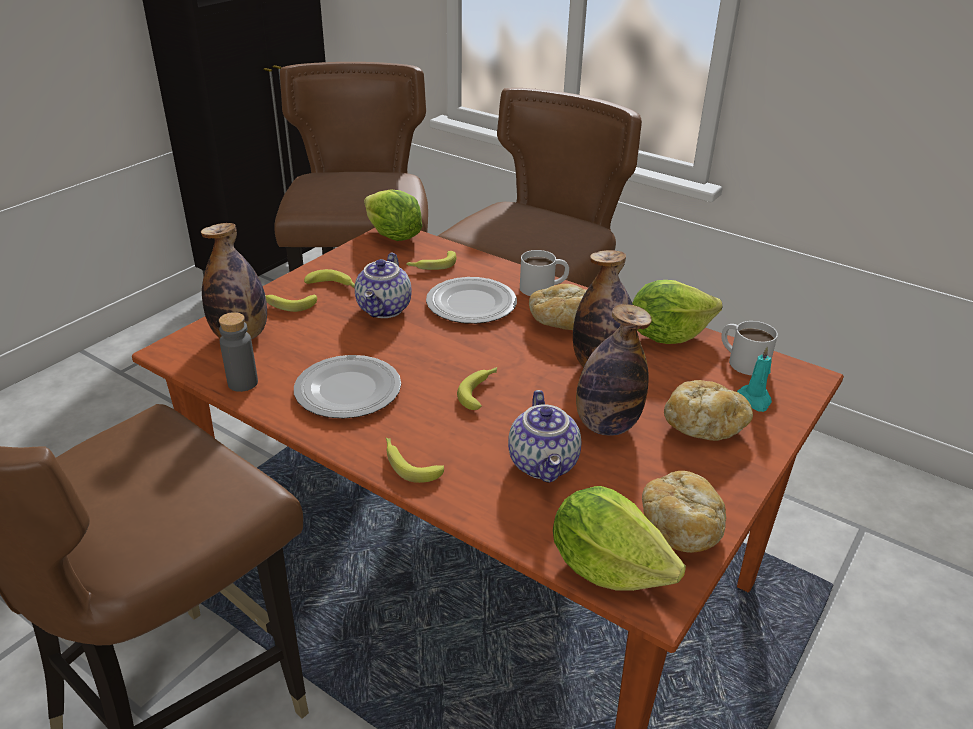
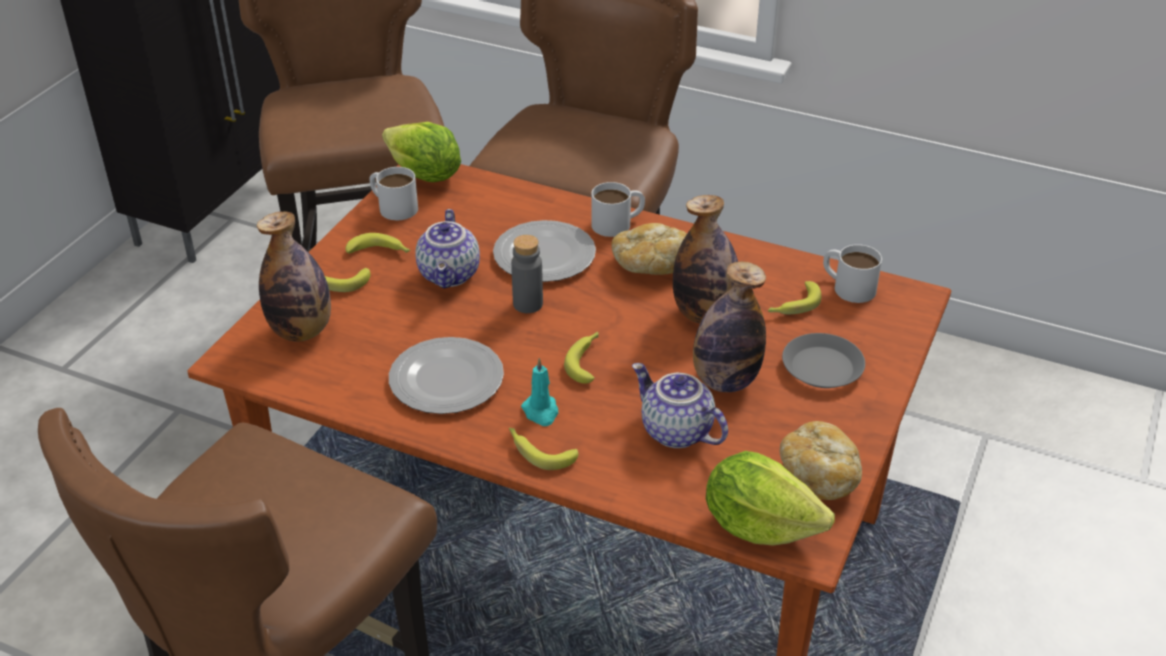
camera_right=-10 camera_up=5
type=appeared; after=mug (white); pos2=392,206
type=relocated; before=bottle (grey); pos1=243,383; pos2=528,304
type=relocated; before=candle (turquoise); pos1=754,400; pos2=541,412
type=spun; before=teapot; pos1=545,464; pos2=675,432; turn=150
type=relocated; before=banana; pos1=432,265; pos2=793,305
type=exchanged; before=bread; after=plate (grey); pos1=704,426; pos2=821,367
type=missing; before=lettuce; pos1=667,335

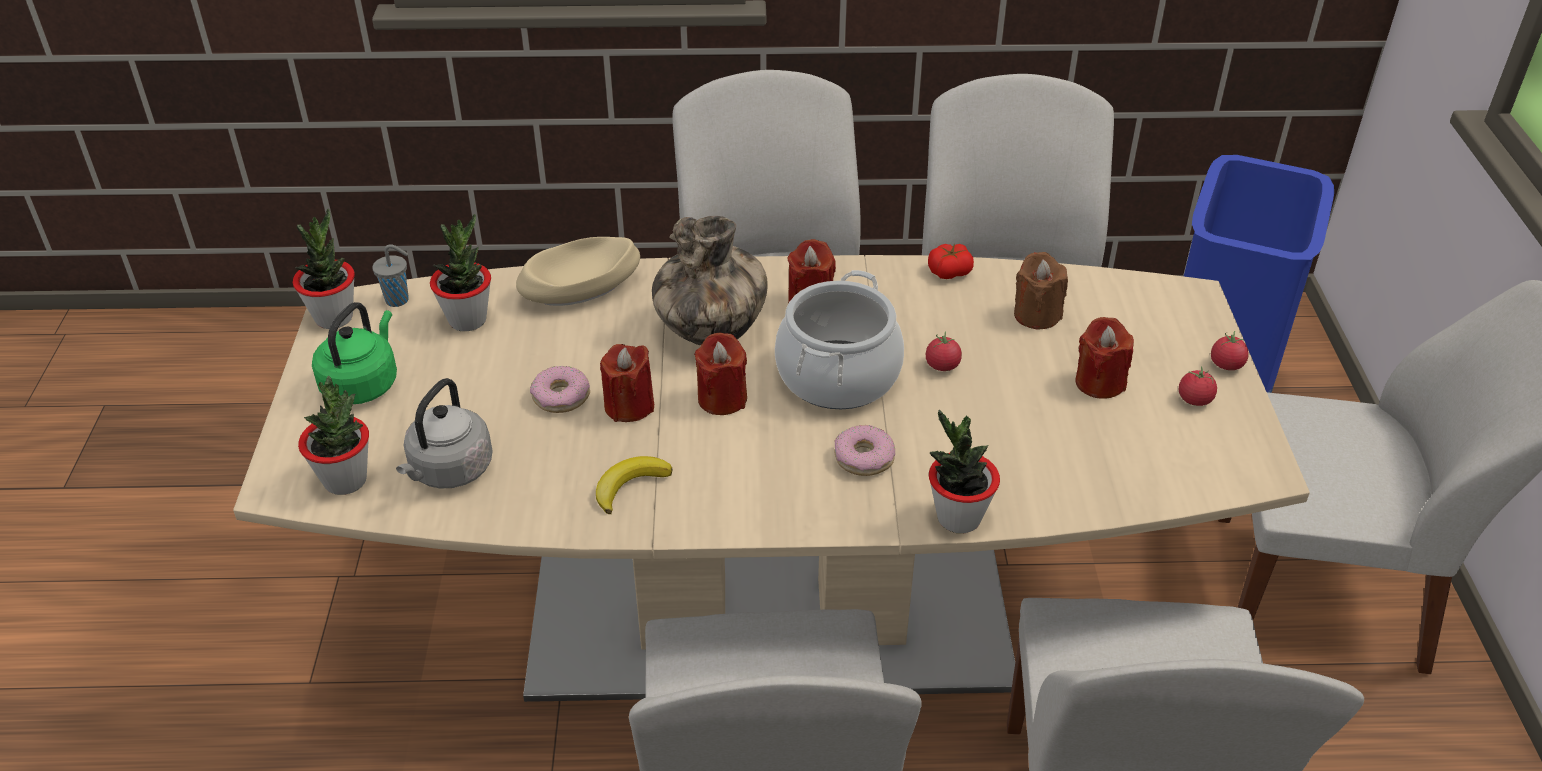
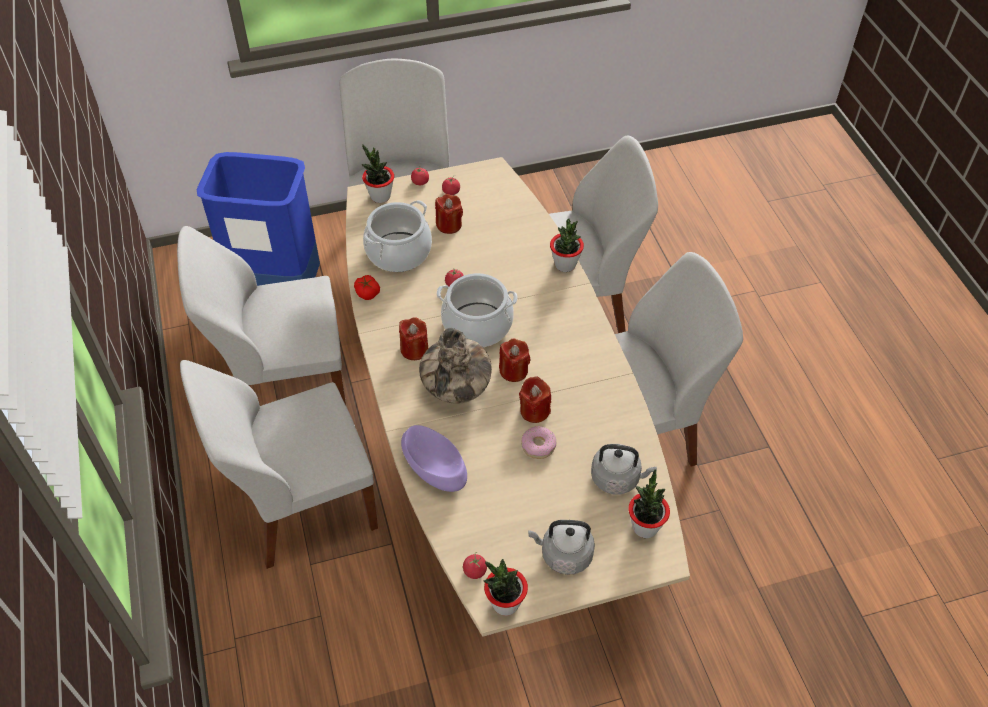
camera_right=-105 camera_up=10
type=relocated; before=potted plant; pos1=468,320; pos2=380,196
type=exchanged; before=candle (brown); after=cooking pot; pos1=1036,315; pos2=399,252
type=colour; before=bowl (beige); after=bowl (purple); pos1=581,290; pos2=434,468
type=exchanged; before=cup (grey); after=tomato; pos1=398,300; pos2=475,571
type=colour; before=kettle (green); after=kettle (grey); pos1=362,384; pos2=563,555
type=missing; before=banana; pos1=630,486
type=missing; before=donut; pos1=864,458

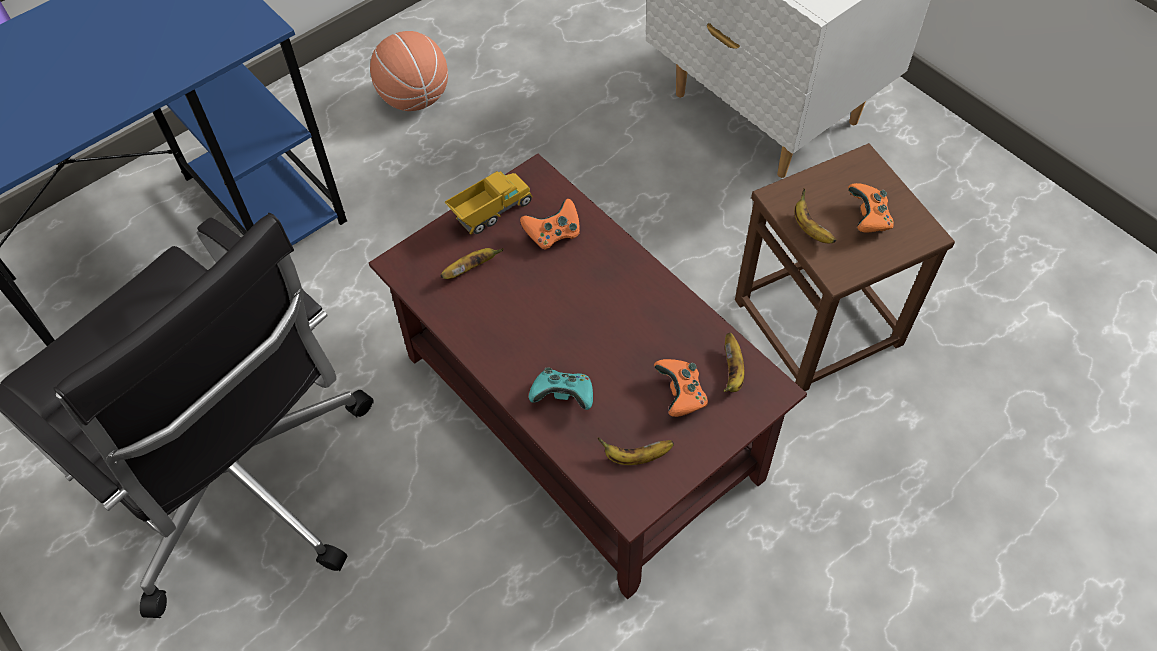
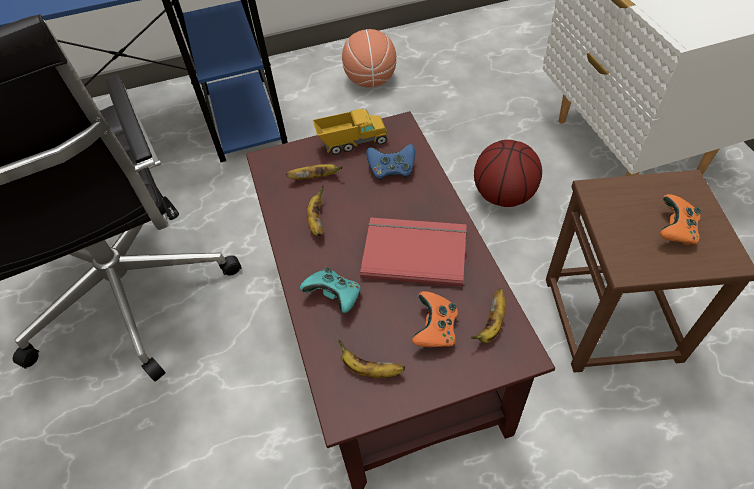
camera_right=25 camera_up=-5
type=relocated; before=banana; pos1=810,229; pos2=316,221
type=appeared; after=book (red); pos2=414,251
type=colour; before=game controller (orange); after=game controller (blue); pos1=553,234; pos2=391,170
type=appeared; after=basketball; pos2=503,195

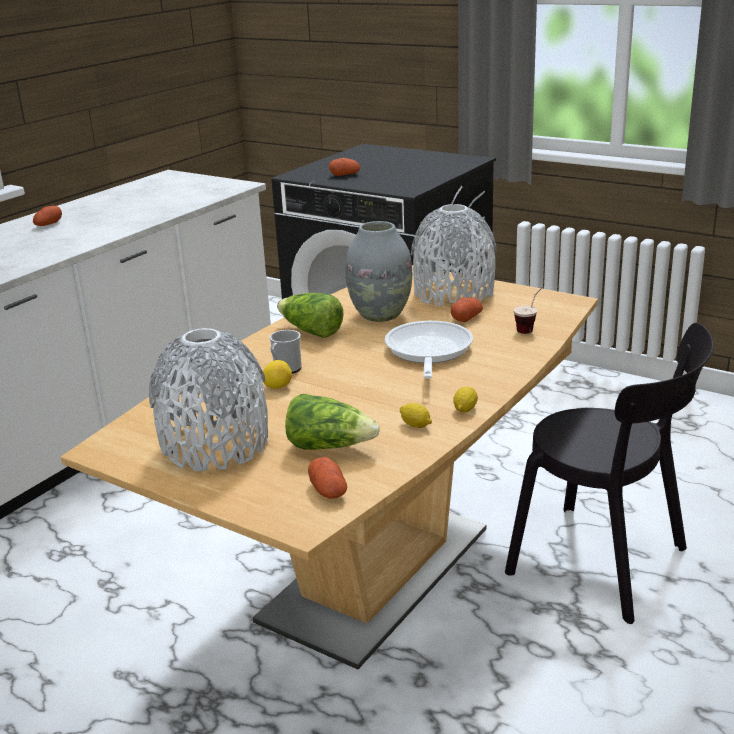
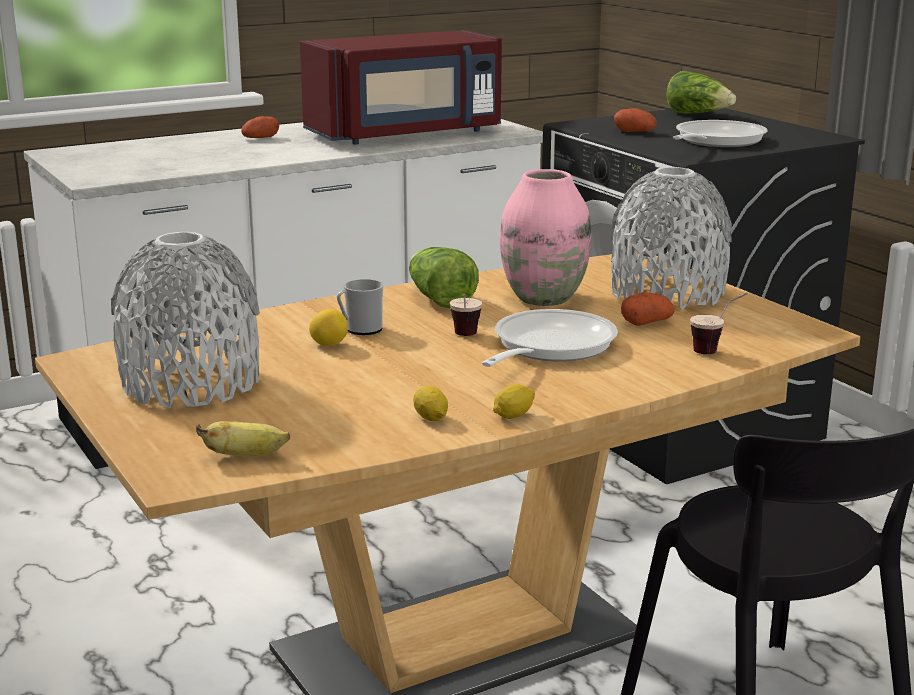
camera_right=25 camera_up=-5
type=exchanged; before=potato; after=banana; pos1=328,490; pos2=246,456
type=appeared; after=microwave (red); pos2=406,134
type=appeared; after=cup; pos2=465,337
type=colour; before=vase (grey); after=vase (pink); pos1=381,315; pos2=544,298
type=relocated; before=lettuce; pos1=329,446; pos2=698,114
type=appeared; after=frying pan; pos2=715,141

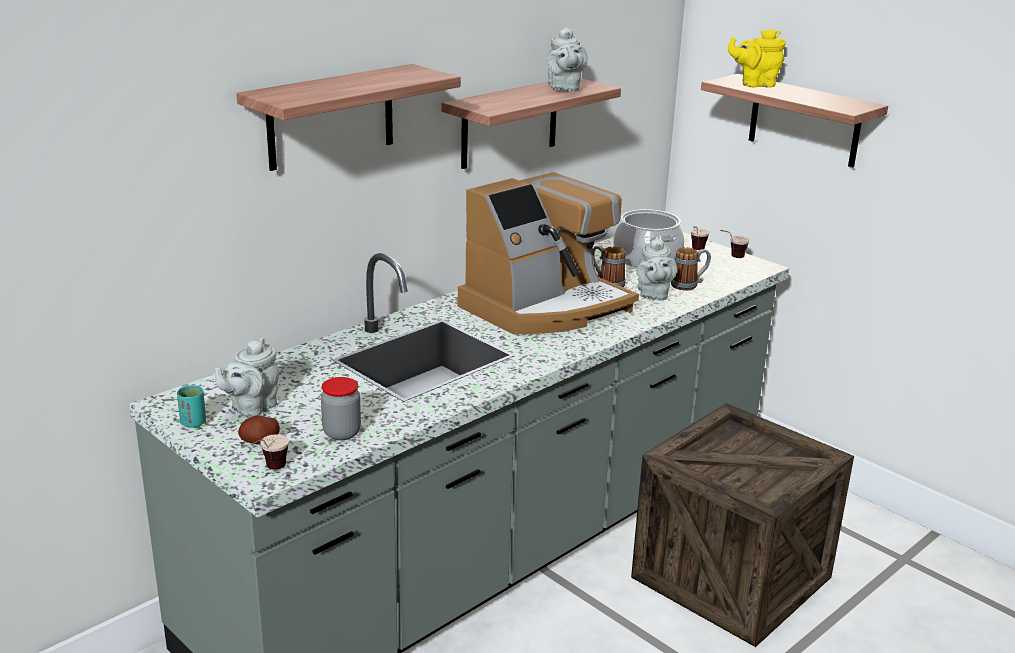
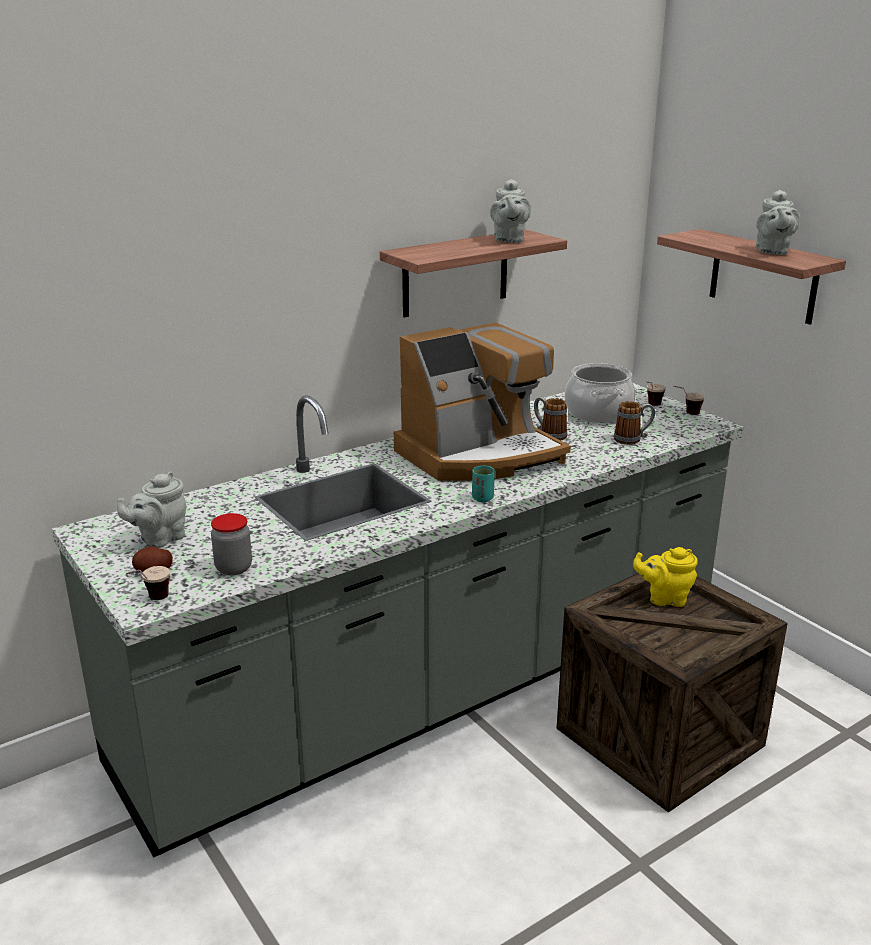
camera_right=10 camera_up=0
type=relocated; before=cup (turquoise); pos1=193,423; pos2=482,498
type=relocated; before=teapot (yellow); pos1=755,84; pos2=664,598
type=relocated; before=teapot (grey); pos1=653,295; pos2=772,251
type=missing; before=shelf; pos1=331,117

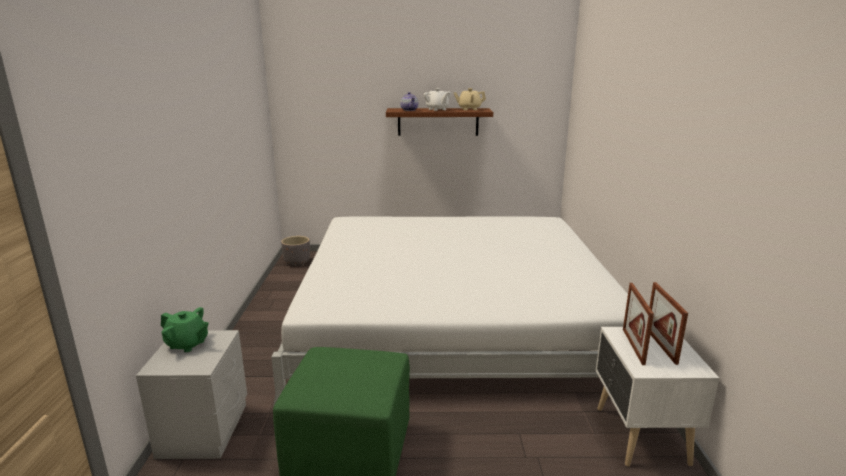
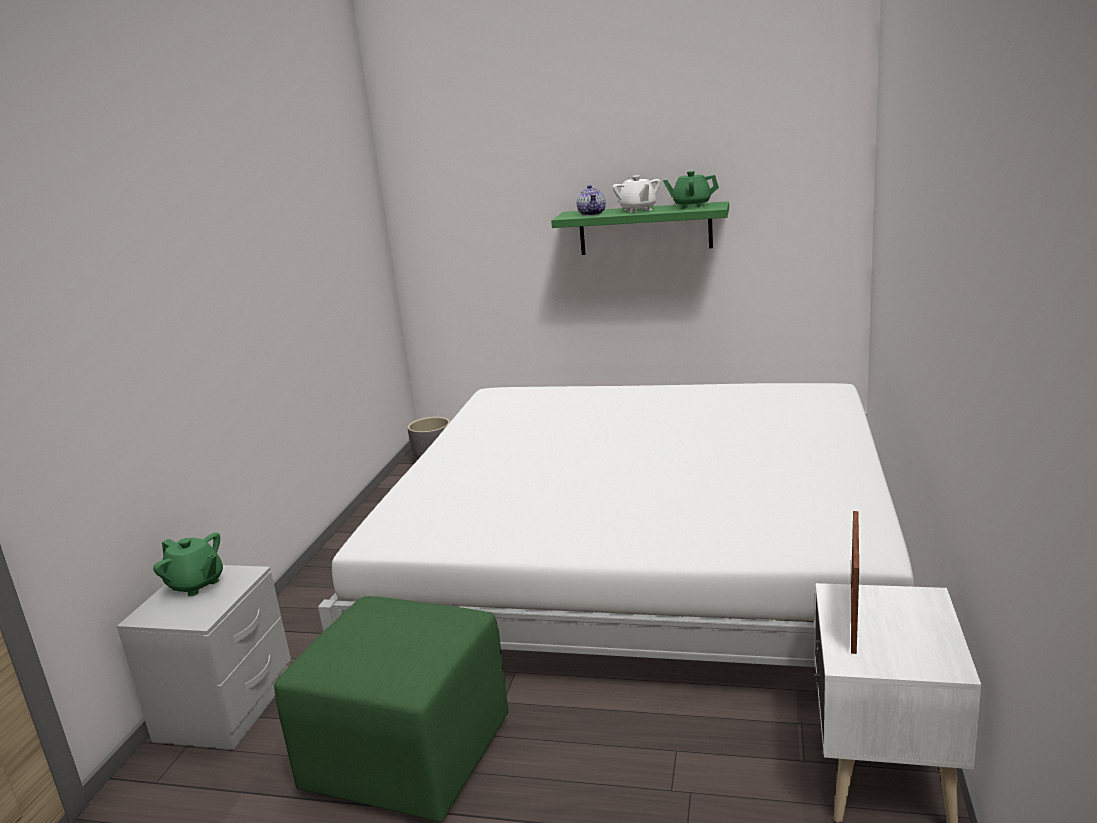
camera_right=15 camera_up=0
type=colour; before=shelf (brown); after=shelf (green); pos1=438,122; pos2=645,229
type=colour; before=teapot (beige); after=teapot (green); pos1=469,109; pos2=691,206
type=missing; before=picture frame; pos1=661,345

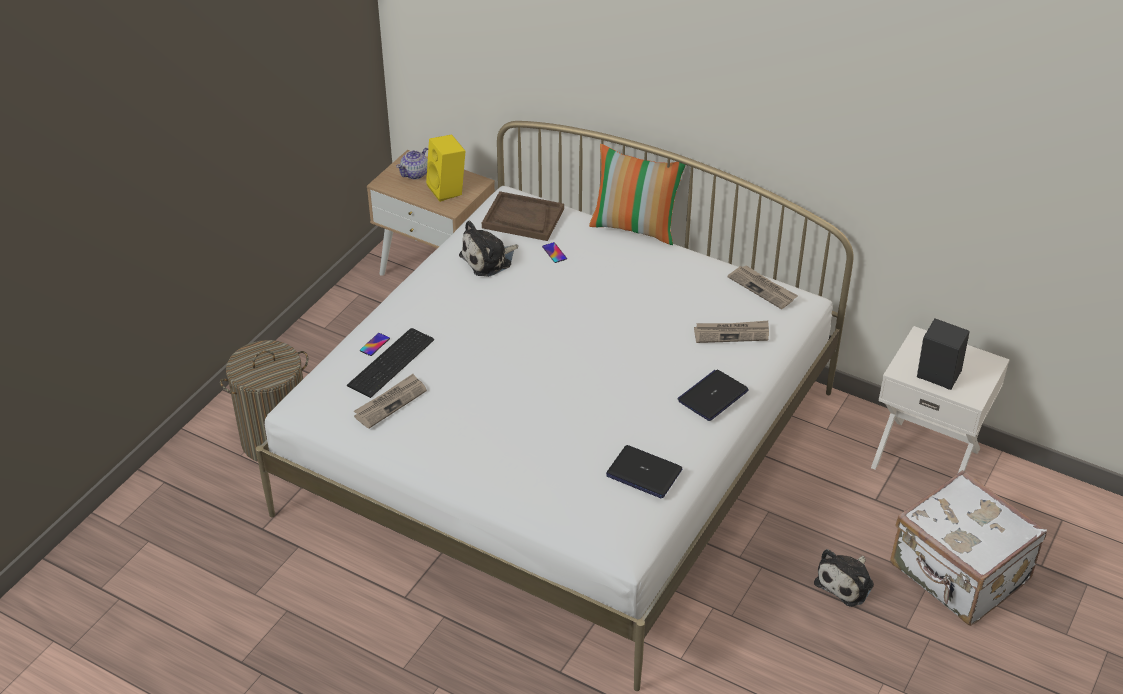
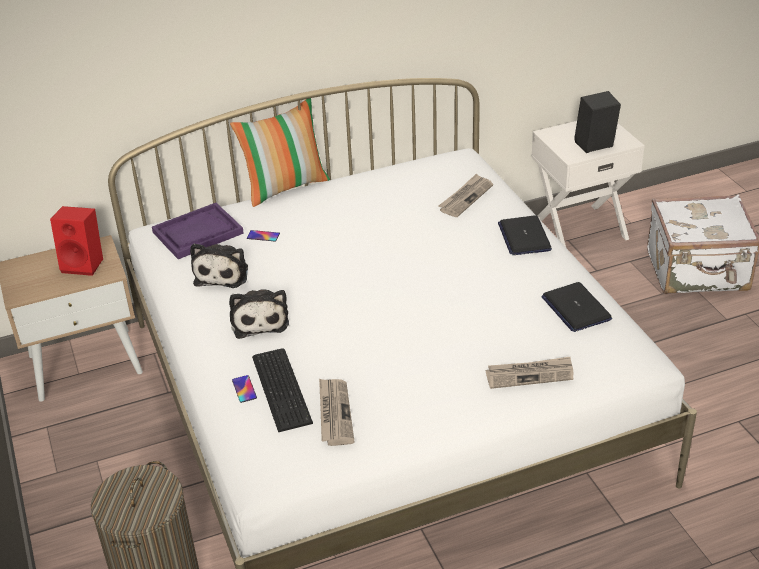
camera_right=-50 camera_up=-5
type=colour; before=speaker (yellow); after=speaker (red); pos1=448,190; pos2=85,264
type=colour; before=tray (brown); after=tray (purple); pos1=522,218; pos2=197,233
type=relocated; before=plush toy; pos1=846,582; pos2=259,320
type=relocated; before=newspaper; pos1=763,288; pos2=530,374
type=spun; before=laptop; pos1=643,473; pos2=575,308; turn=90
type=missing; before=teapot; pos1=415,173

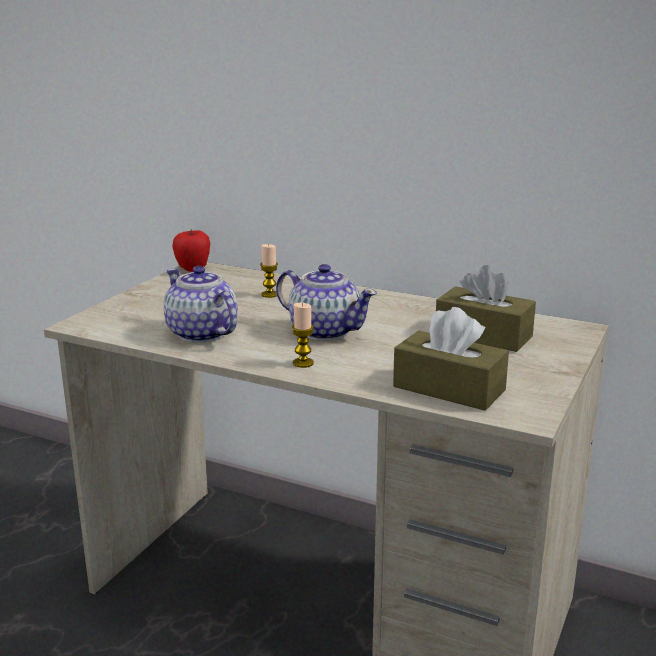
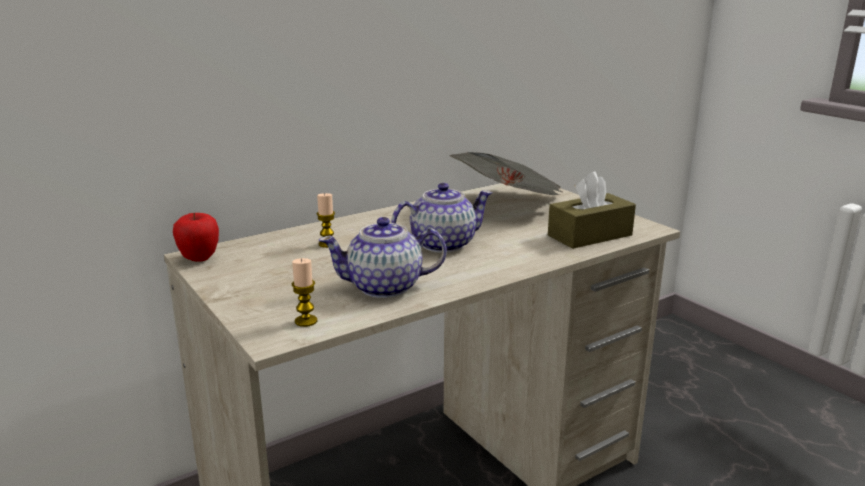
camera_right=-60 camera_up=0
type=relocated; before=candle; pos1=303,363; pos2=306,321
type=exchanged; before=tissue box (brown); after=newspaper; pos1=483,335; pos2=510,206

